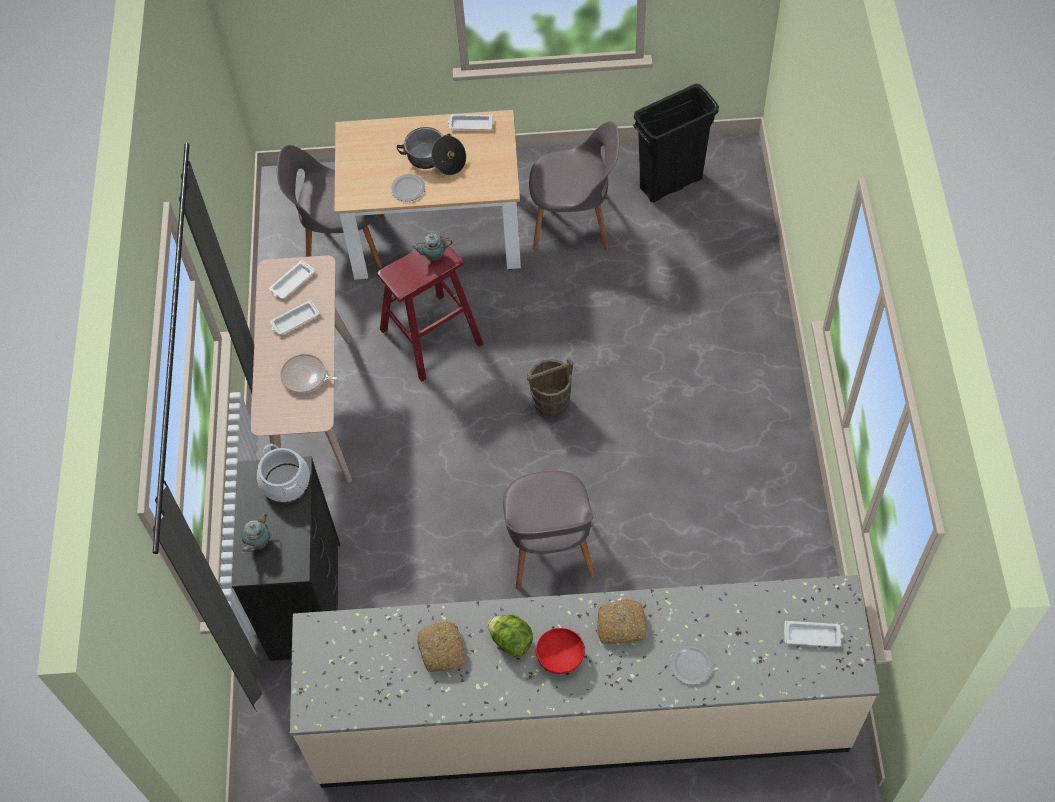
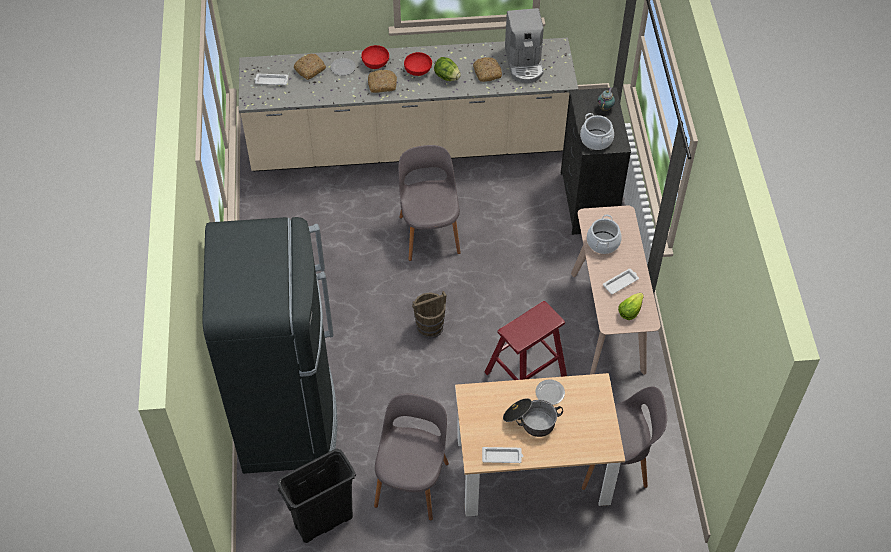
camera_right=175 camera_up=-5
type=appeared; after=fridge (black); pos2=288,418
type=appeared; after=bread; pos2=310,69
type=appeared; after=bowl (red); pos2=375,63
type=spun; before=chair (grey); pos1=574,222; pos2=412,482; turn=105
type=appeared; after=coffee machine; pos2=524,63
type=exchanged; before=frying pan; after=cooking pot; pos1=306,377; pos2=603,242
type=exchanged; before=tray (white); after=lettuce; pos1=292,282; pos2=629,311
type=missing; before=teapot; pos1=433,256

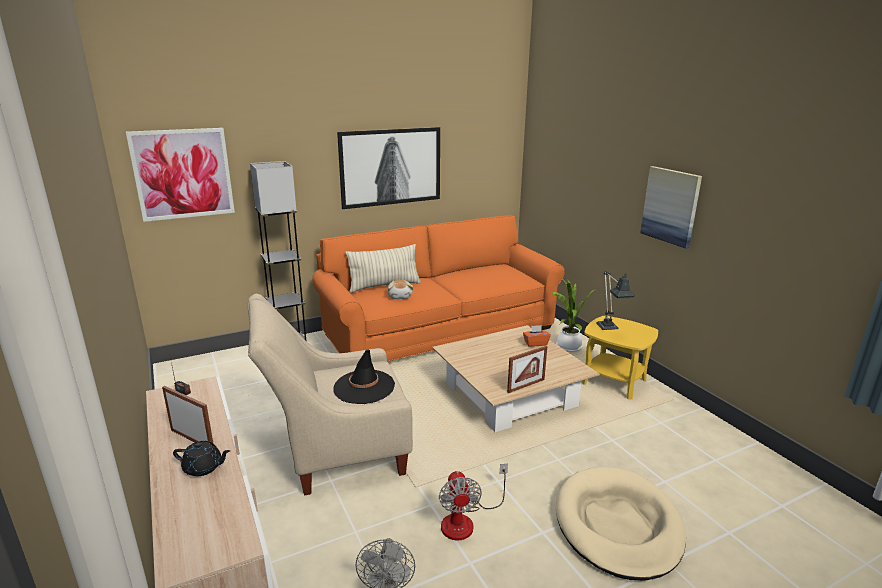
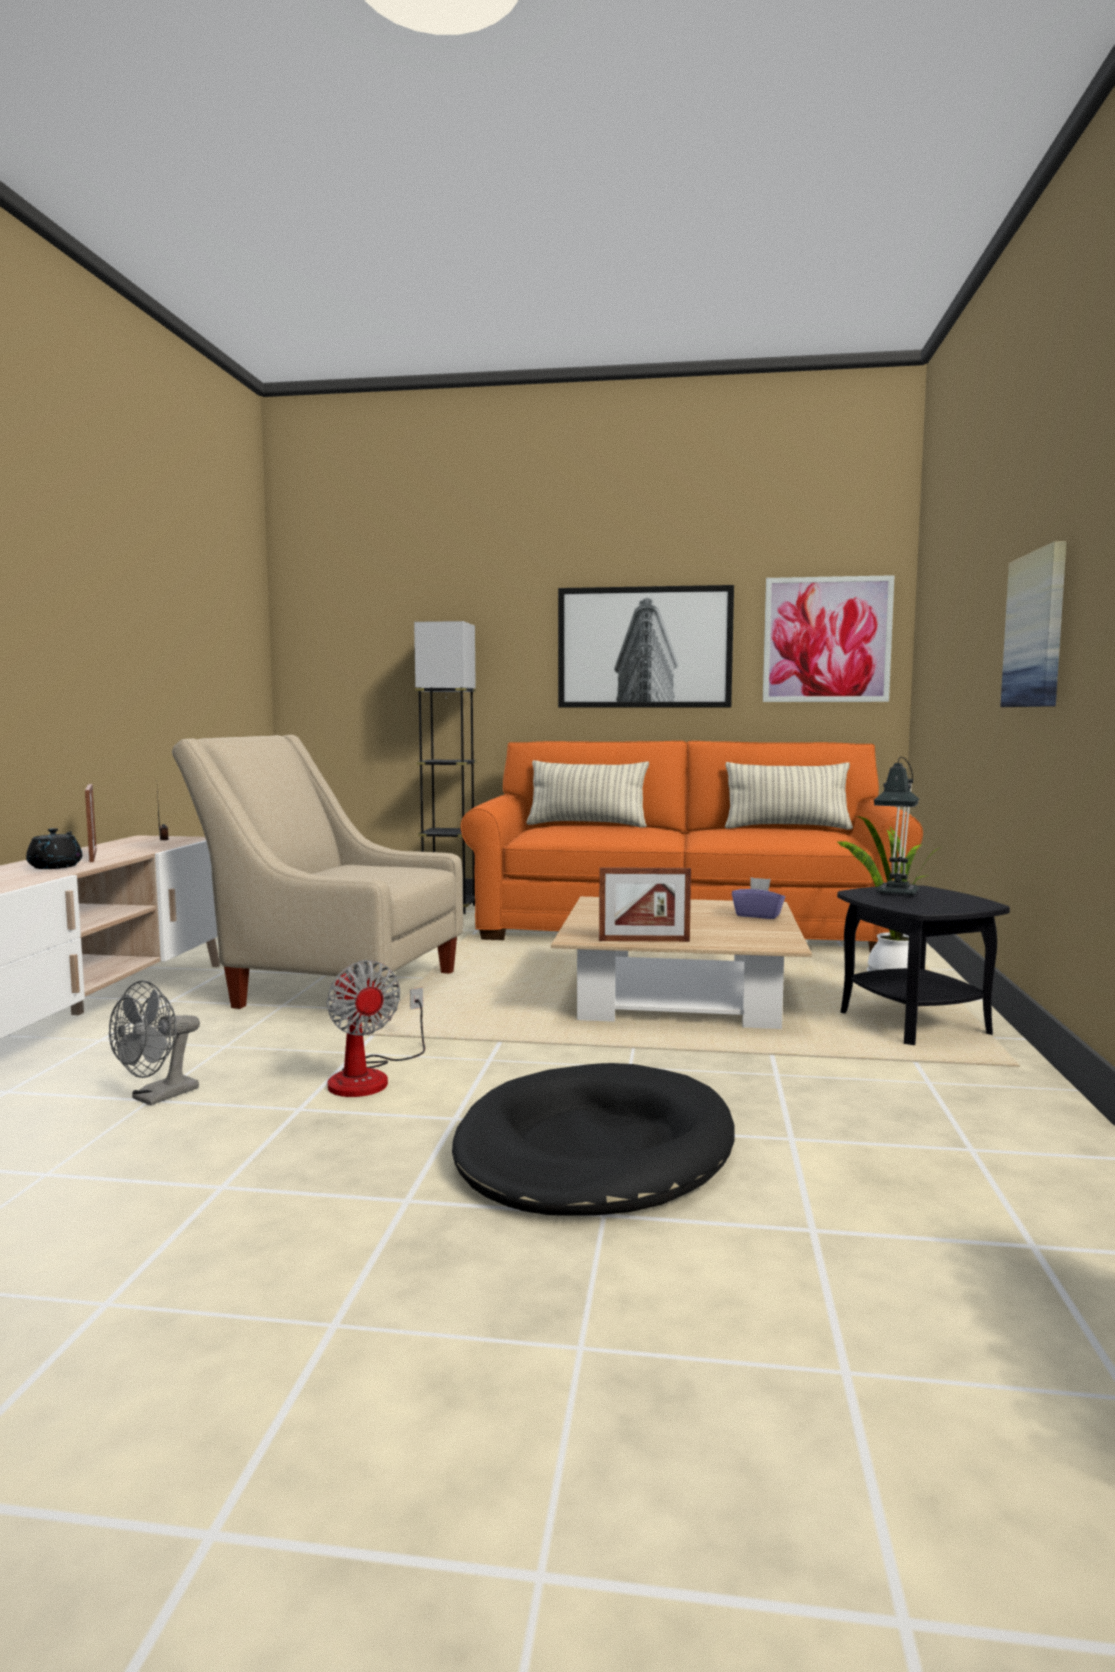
camera_right=35 camera_up=-15
type=spun; before=teapot (black); pos1=203,468; pos2=56,866; turn=-135
type=spun; before=fan; pos1=465,520; pos2=370,1076; turn=-60
type=colour; before=dog bed (beige); after=dog bed (black); pos1=617,525; pos2=593,1150
type=appeared; after=pillow; pos2=787,828
type=colour; before=tissue box (orange); after=tissue box (purple); pos1=535,343; pos2=758,915
type=relocated; before=picture; pos1=183,174; pos2=827,640
type=colour; before=side table (yellow); after=side table (black); pos1=614,382; pos2=914,1024
type=missing; before=hat (black); pos1=364,387
type=missing; before=plush toy; pos1=400,296

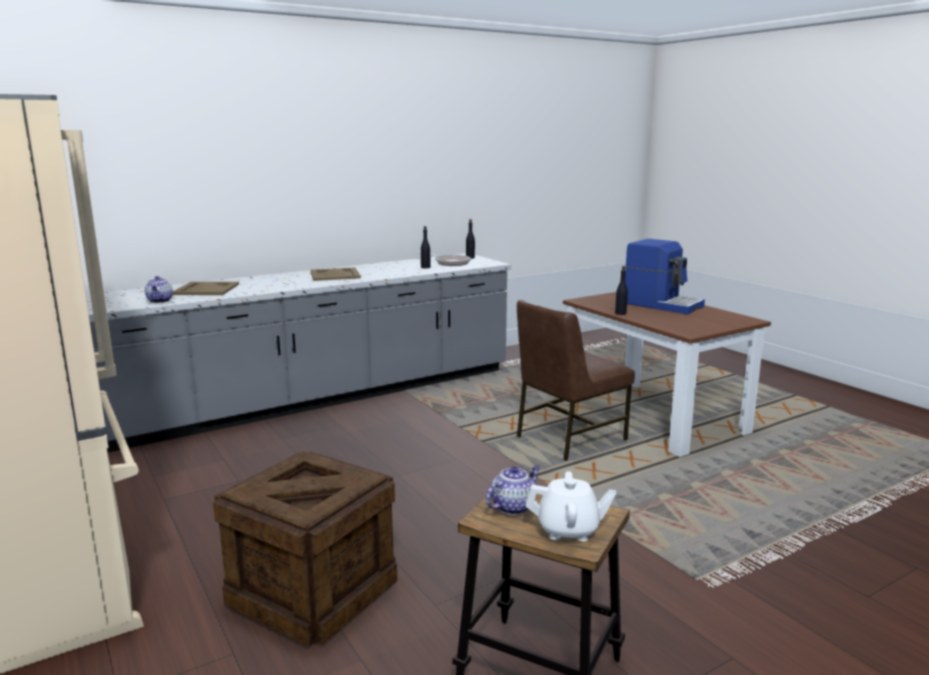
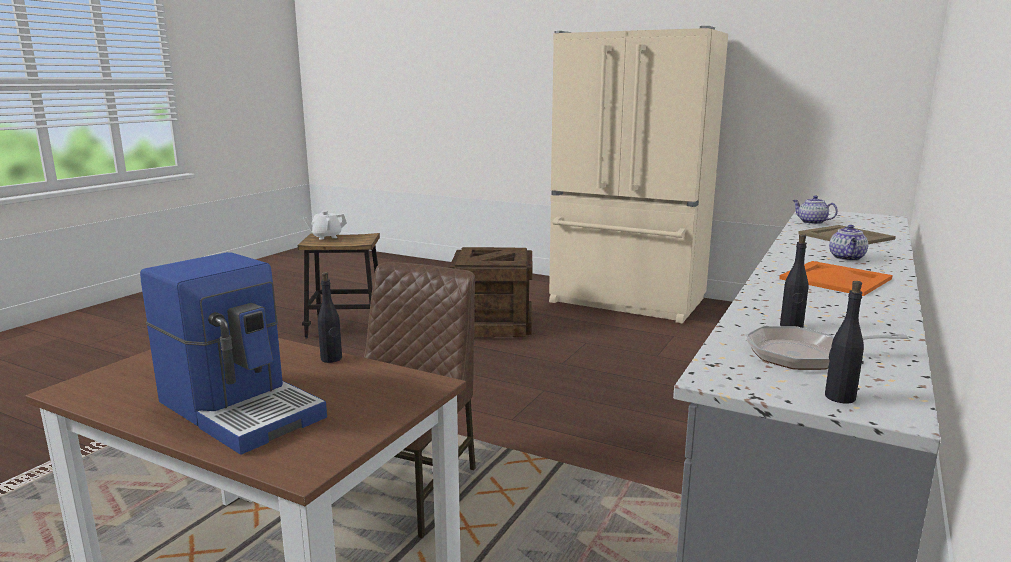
camera_right=150 camera_up=0
type=spun; before=coffee machine; pos1=662,304; pos2=242,408; turn=-150
type=colour; before=tray (beige); after=tray (orange); pos1=335,274; pos2=836,279
type=relocated; before=teapot; pos1=513,506; pos2=847,258

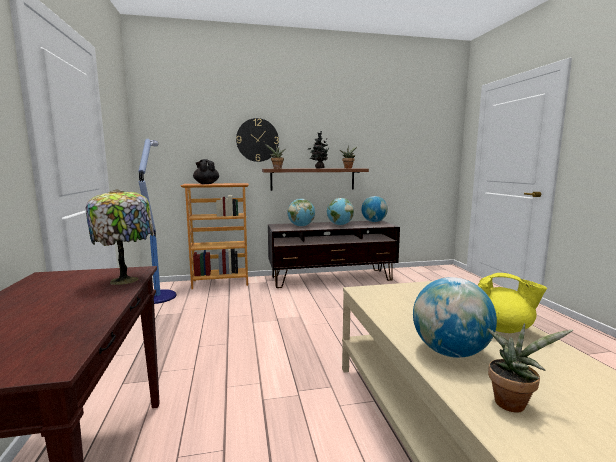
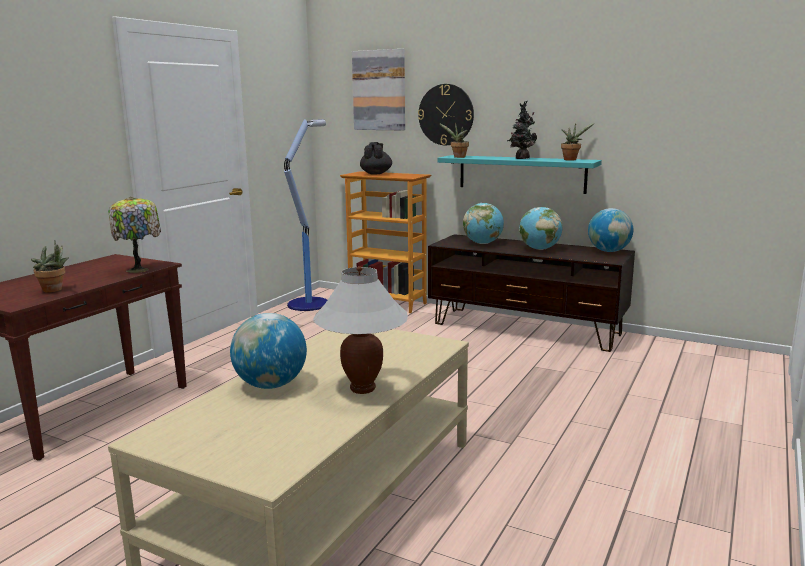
camera_right=40 camera_up=5
type=relocated; before=potted plant; pos1=512,402; pos2=55,290
type=exchanged; before=teapot (yellow); after=table lamp (white); pos1=502,329; pos2=362,389
type=appeared; after=picture; pos2=379,90
type=colour; before=shelf (brown); after=shelf (turquoise); pos1=313,179; pos2=521,173

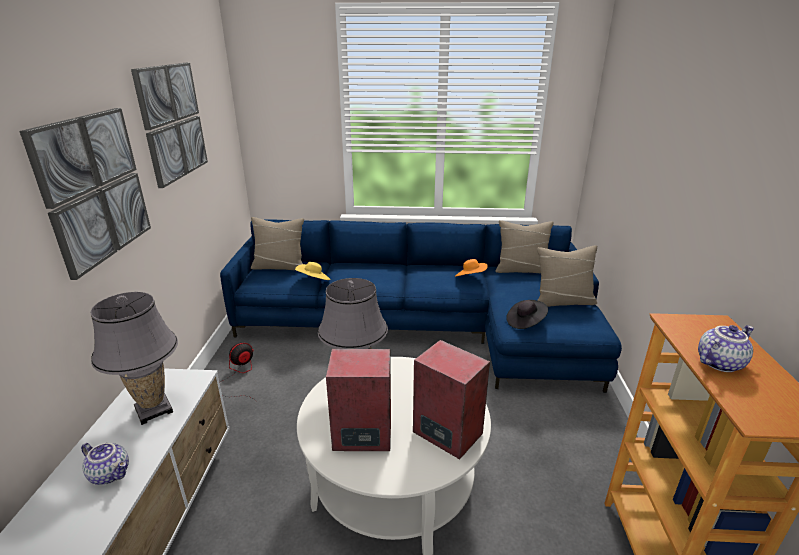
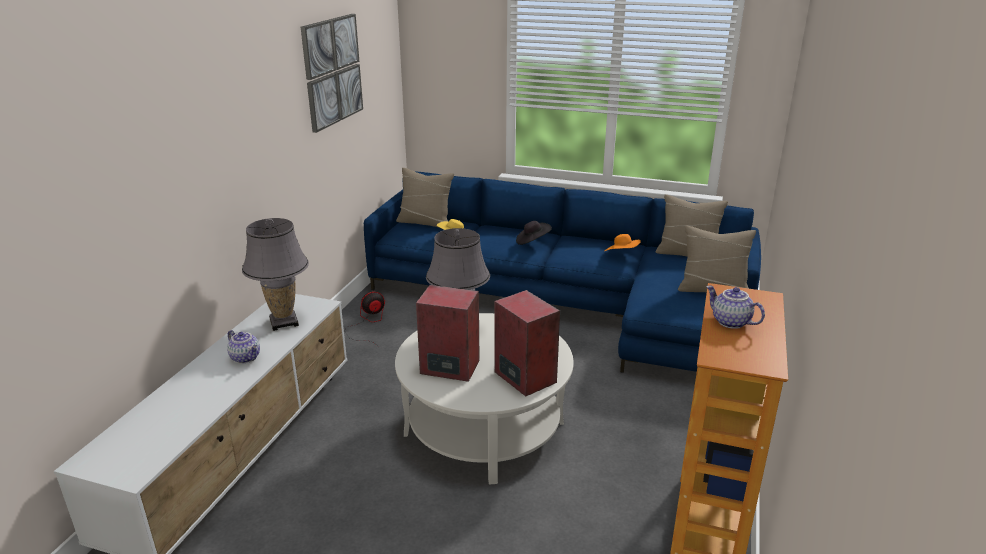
camera_right=15 camera_up=0
type=relocated; before=hat (black); pos1=525,322; pos2=532,241
type=spun; before=teapot; pos1=718,362; pos2=730,322; turn=-120
type=missing; before=picture; pos1=94,188

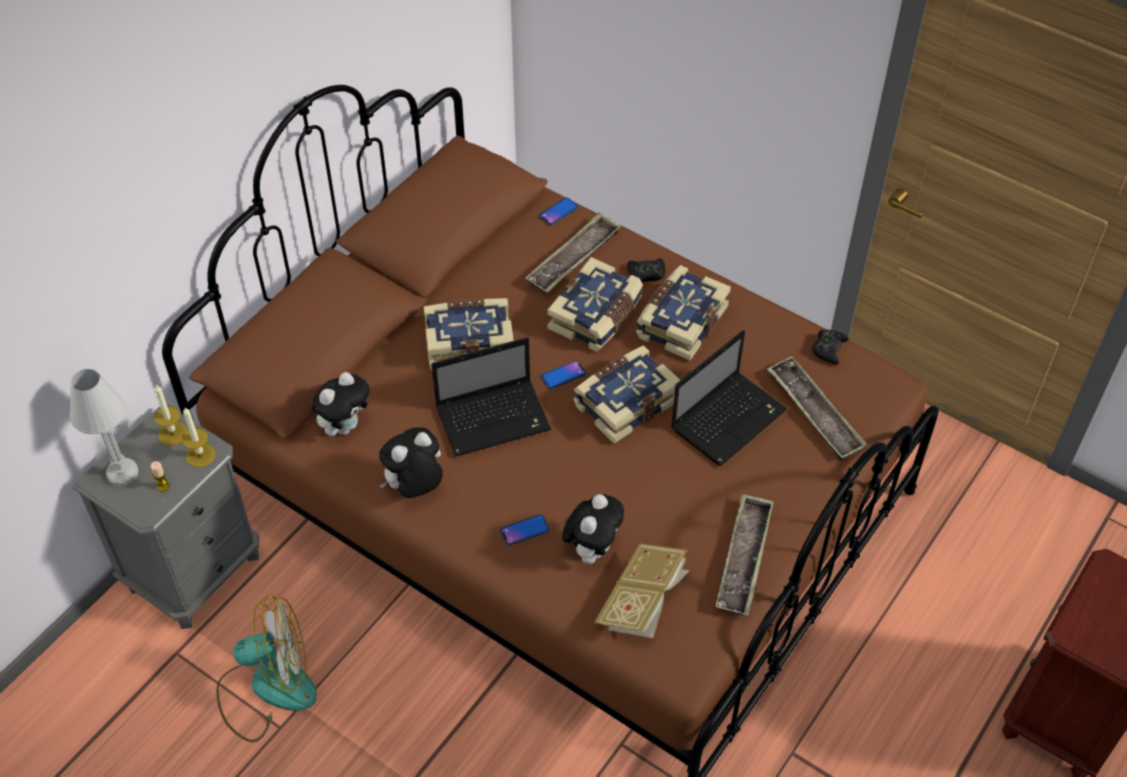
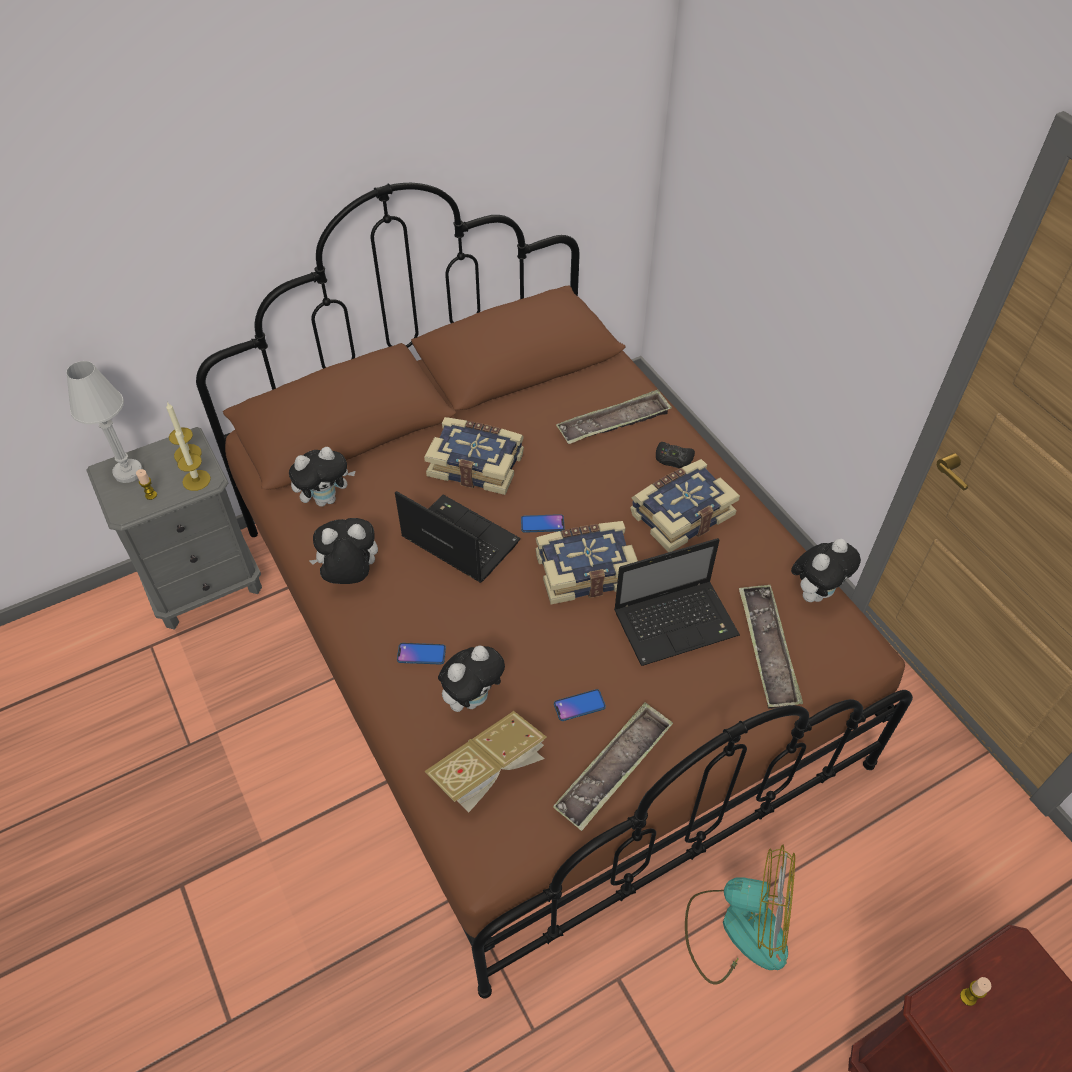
camera_right=25 camera_up=0
type=spun; before=laptop; pos1=495,418; pos2=458,540; turn=-150
type=relocated; before=phone; pos1=558,212; pos2=579,705
type=relocated; before=fan; pos1=267,688; pos2=737,928
type=exchanged; before=game controller (black); after=plush toy; pos1=828,349; pos2=815,592
type=appeared; after=candle; pos2=968,997
type=missing; before=book; pos1=596,316

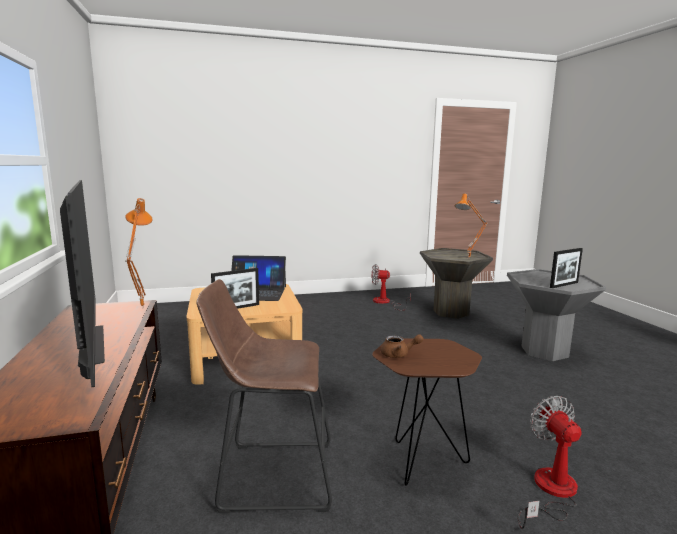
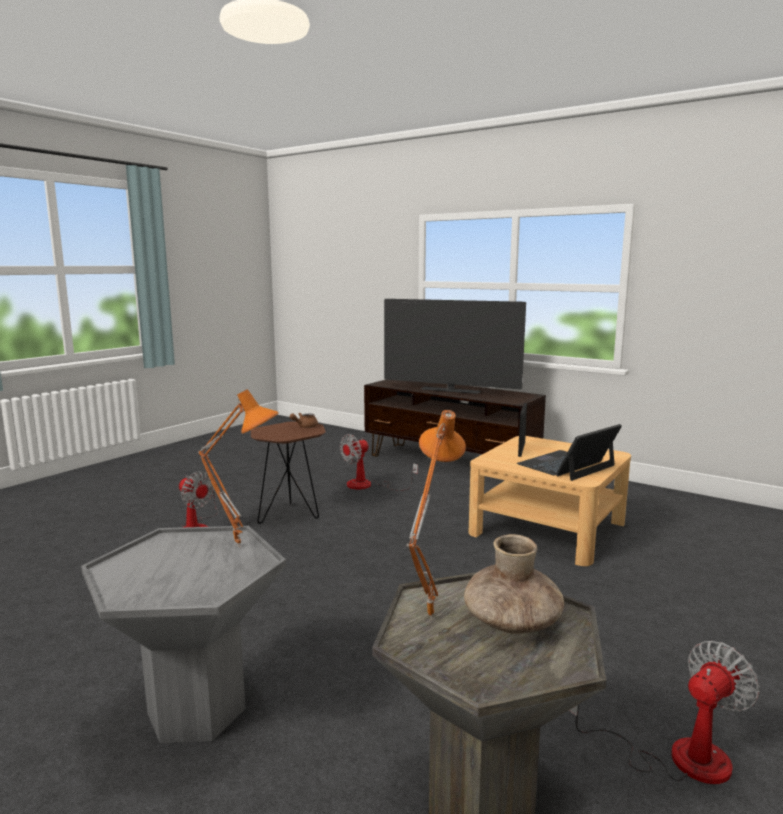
camera_right=140 camera_up=0
type=relocated; before=table lamp (orange); pos1=140,308; pos2=241,545
type=exchanged; before=stool (brown); after=fan; pos1=270,475; pos2=368,485
type=appeared; after=vase (brown); pos2=512,622
type=missing; before=picture frame; pos1=564,285

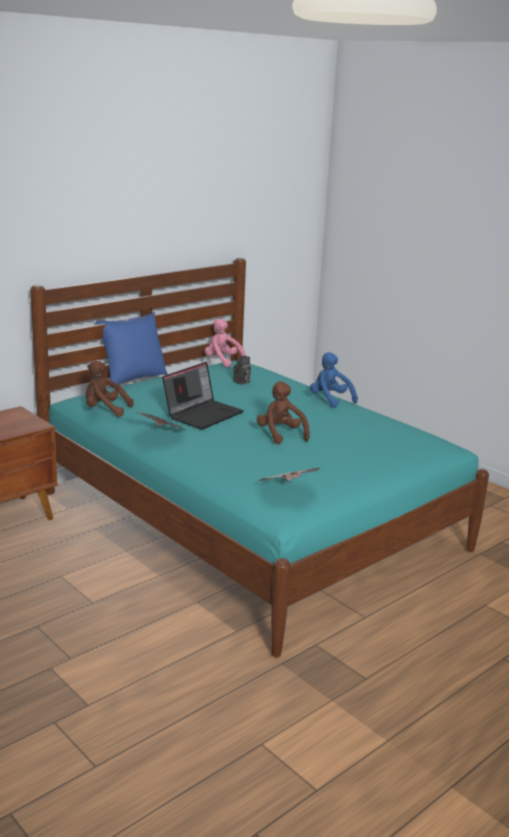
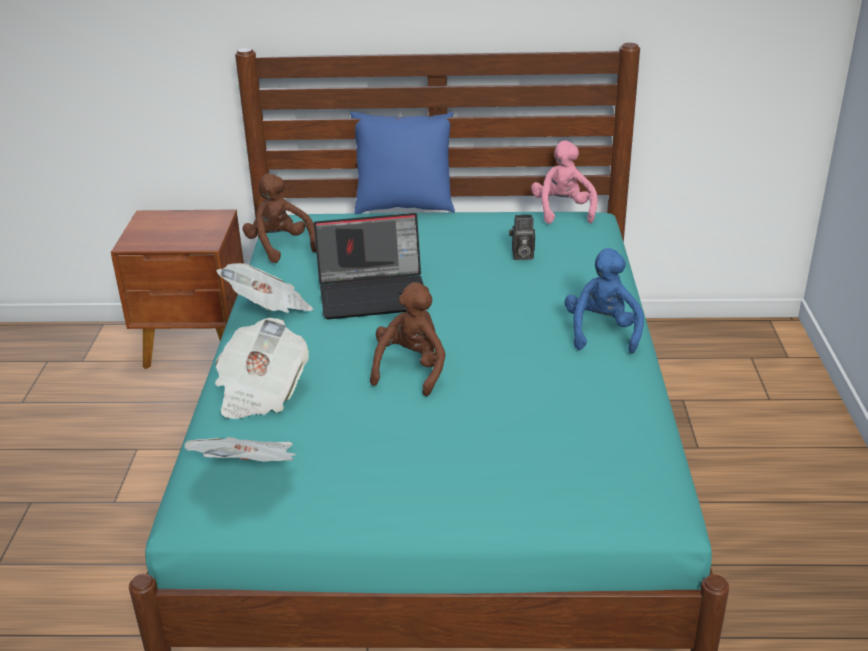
camera_right=45 camera_up=10
type=appeared; after=newspaper; pos2=260,392

